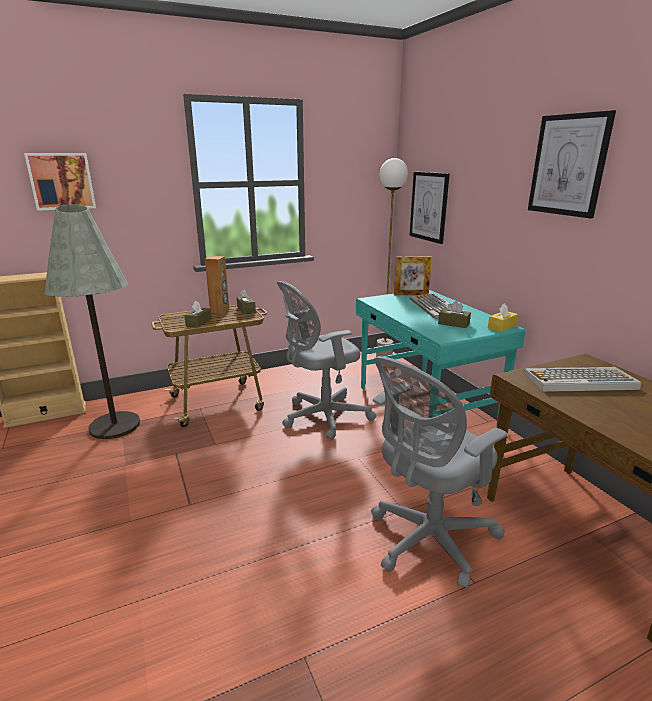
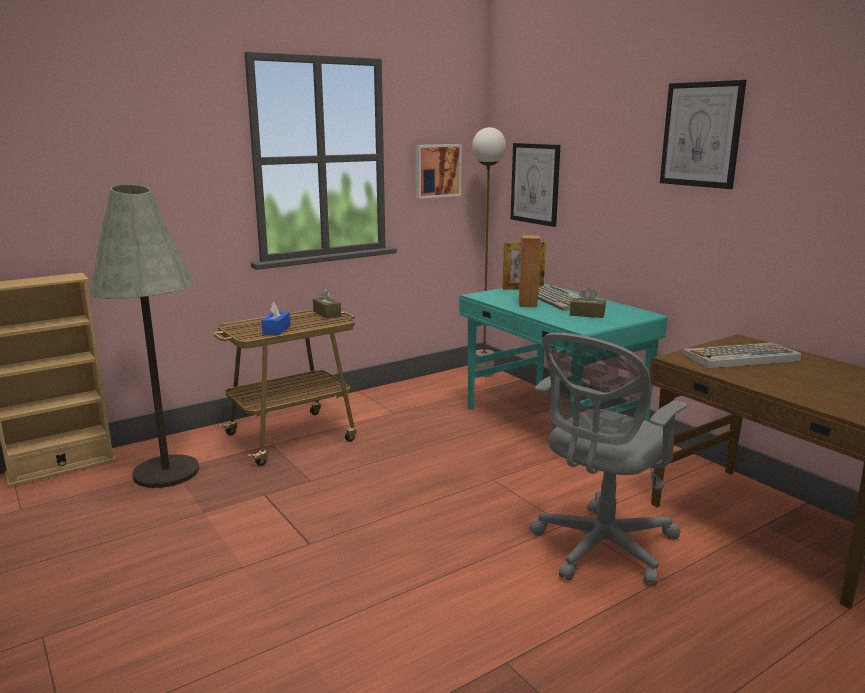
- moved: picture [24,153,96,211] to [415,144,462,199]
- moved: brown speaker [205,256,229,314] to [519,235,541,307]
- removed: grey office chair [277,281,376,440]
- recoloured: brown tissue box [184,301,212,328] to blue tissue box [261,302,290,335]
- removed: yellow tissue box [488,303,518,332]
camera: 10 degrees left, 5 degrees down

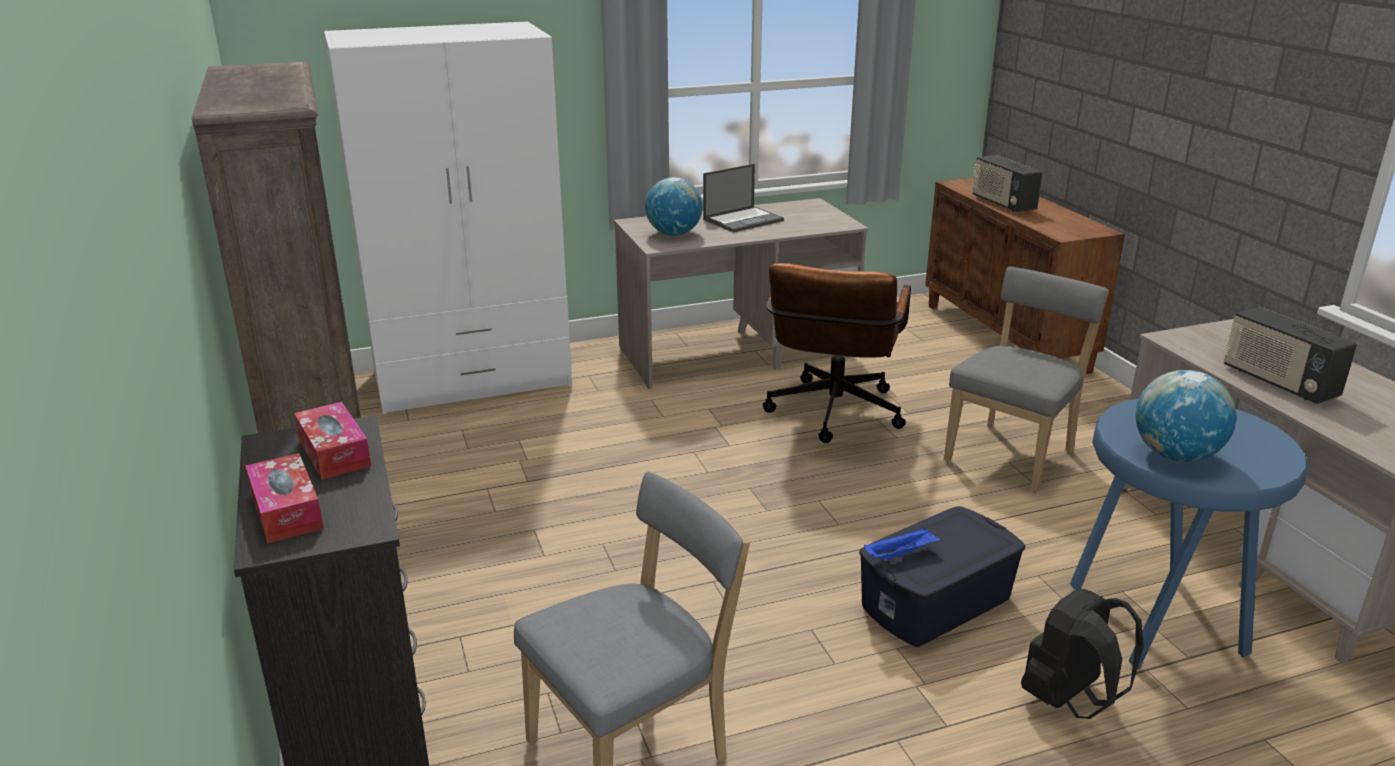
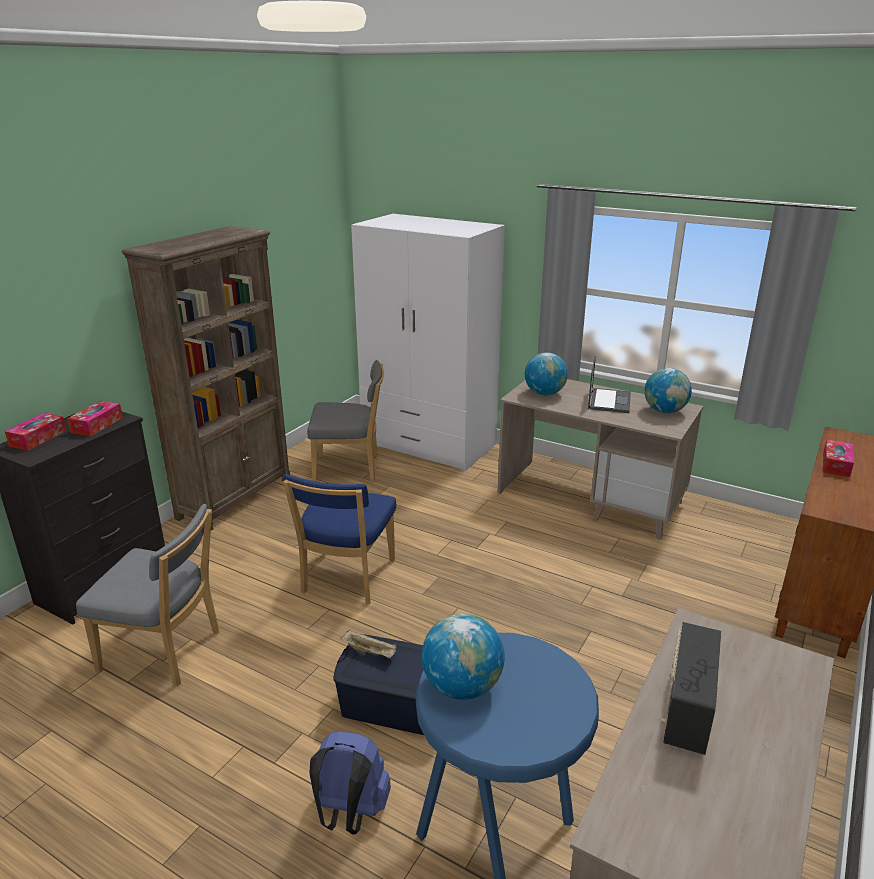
- replaced: radio [972,155,1043,212] to tissue box [823,440,854,477]
- turned: laptop [703,164,784,232] = [588,356,631,413] 90 degrees counterclockwise
- removed: brown office chair [763,263,911,443]
- moved: grey chair [944,267,1109,492] to [307,360,384,482]
- recoloured: blue tray [864,526,941,561] to beige tray [340,630,397,658]
- recoloured: black backpack [1021,589,1144,719] to blue backpack [309,731,391,834]
- added: globe [644,368,692,413]
- added: blue chair [283,474,396,604]
camera: 50 degrees right, 0 degrees up

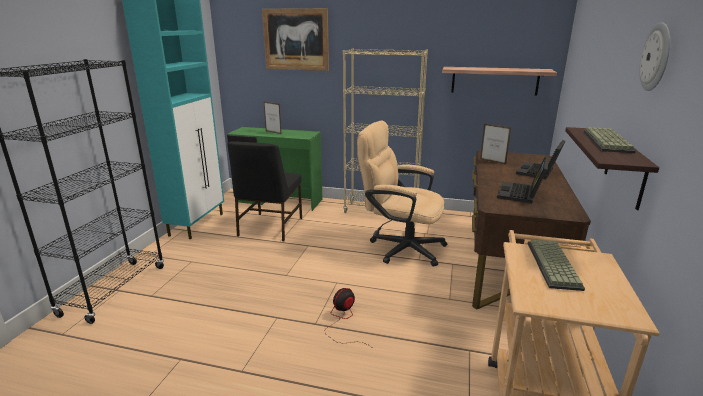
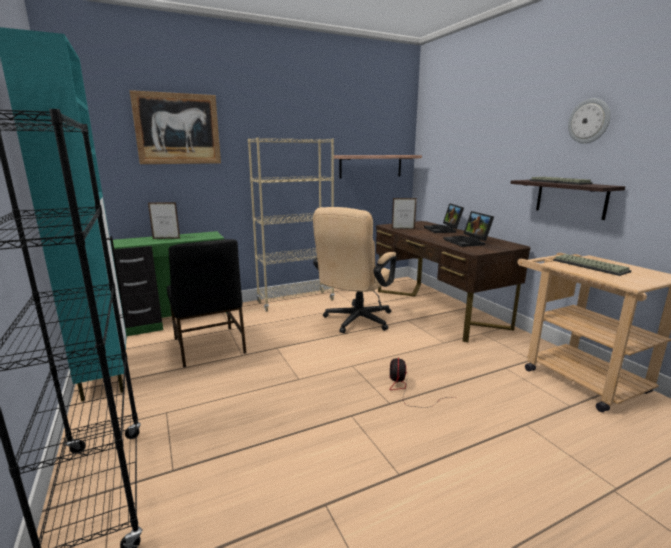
- turned: beige office chair [357,120,448,266] = [313,207,396,333] 45 degrees counterclockwise
camera: 40 degrees left, 5 degrees down

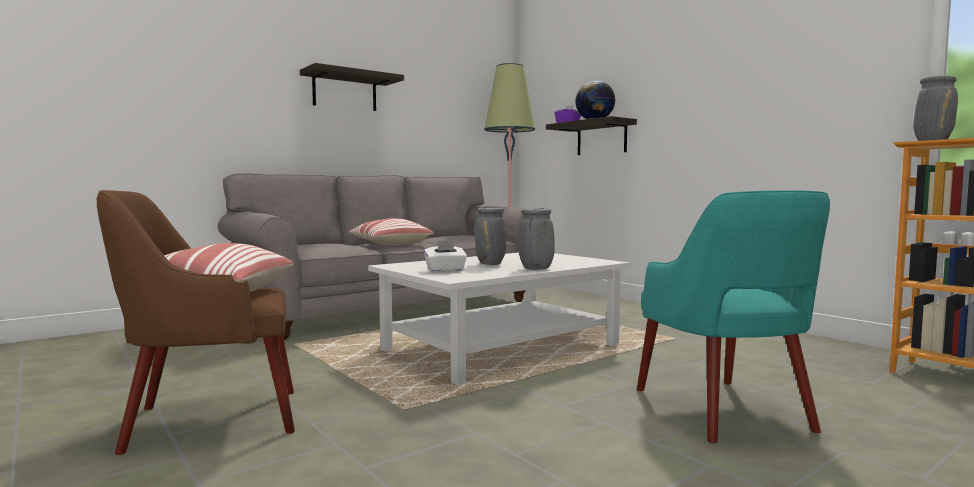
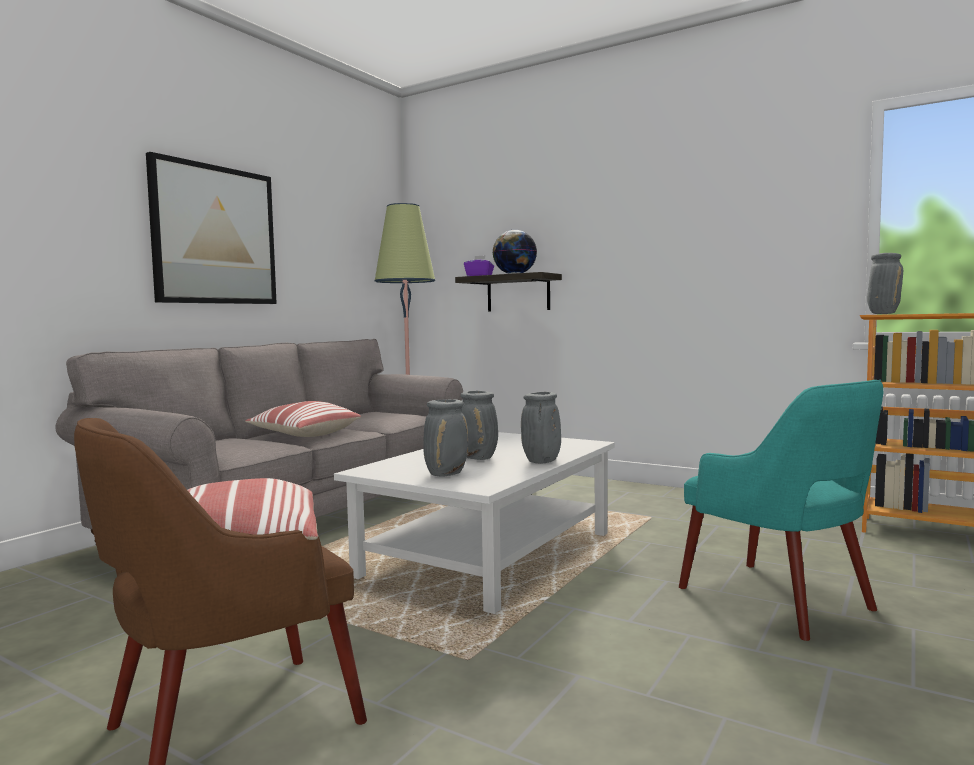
- replaced: shelf [300,63,404,111] to picture [146,152,277,304]
- replaced: white tissue box [424,240,467,272] to grey vase [423,399,468,477]
camera: 20 degrees left, 0 degrees up

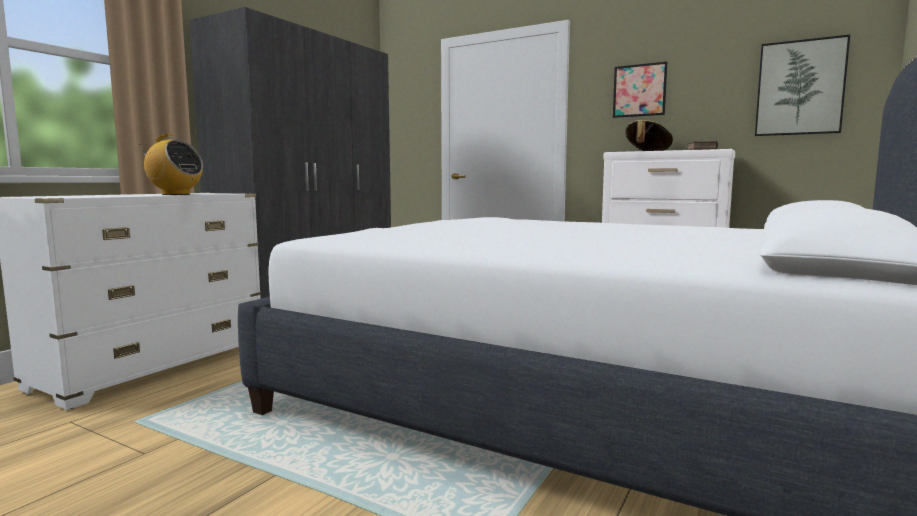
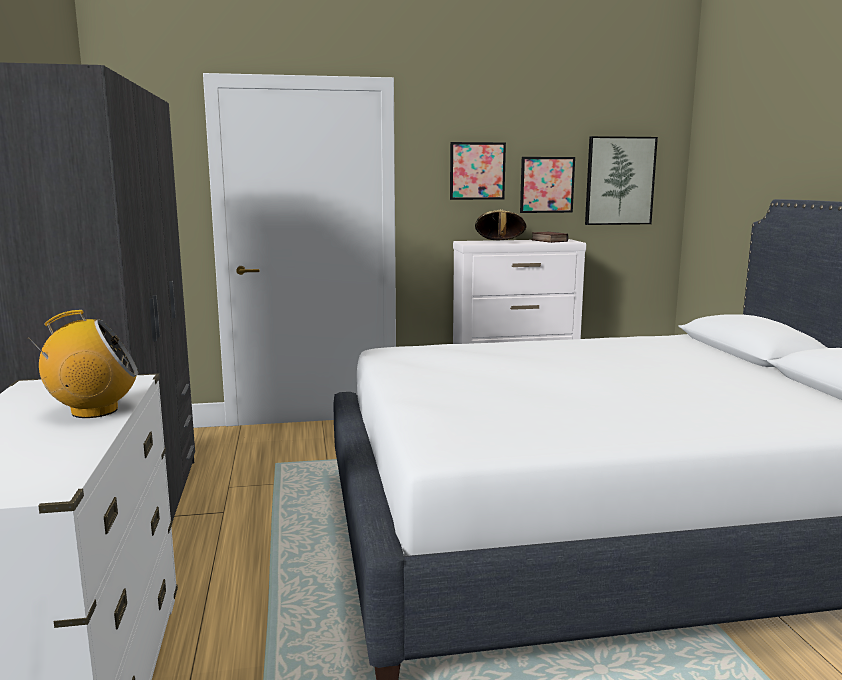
- added: picture [520,157,575,213]
camera: 40 degrees left, 5 degrees up

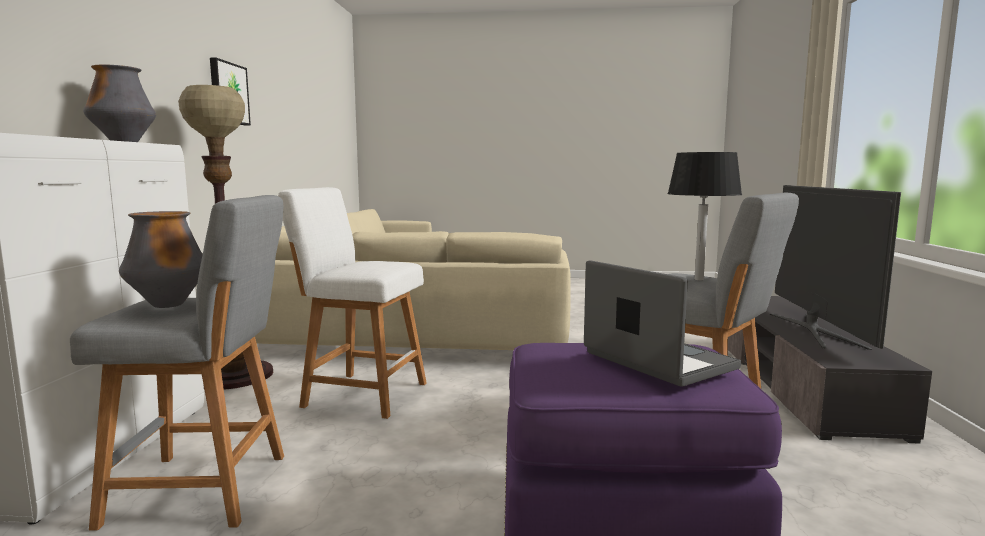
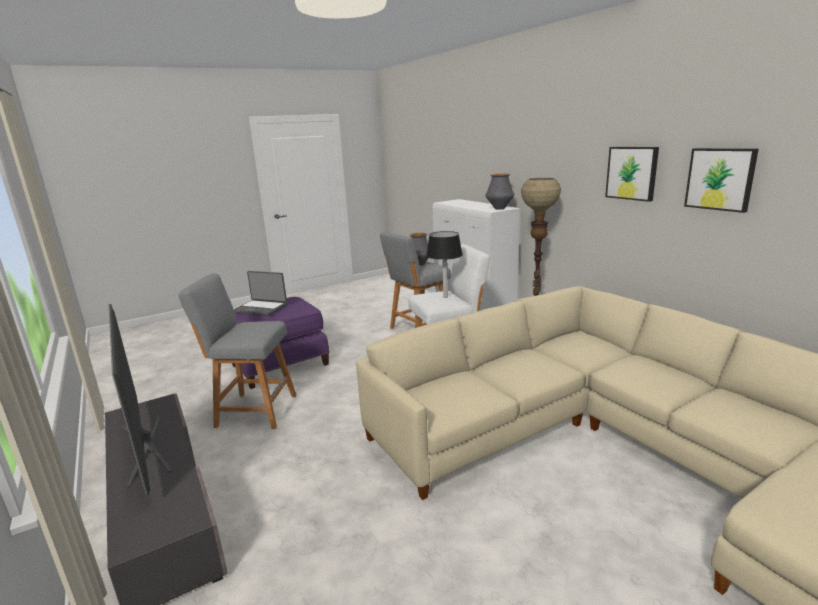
- moved: black table lamp [668,152,742,280] to [426,231,463,298]
- added: picture [684,148,759,213]
camera: 145 degrees right, 10 degrees up

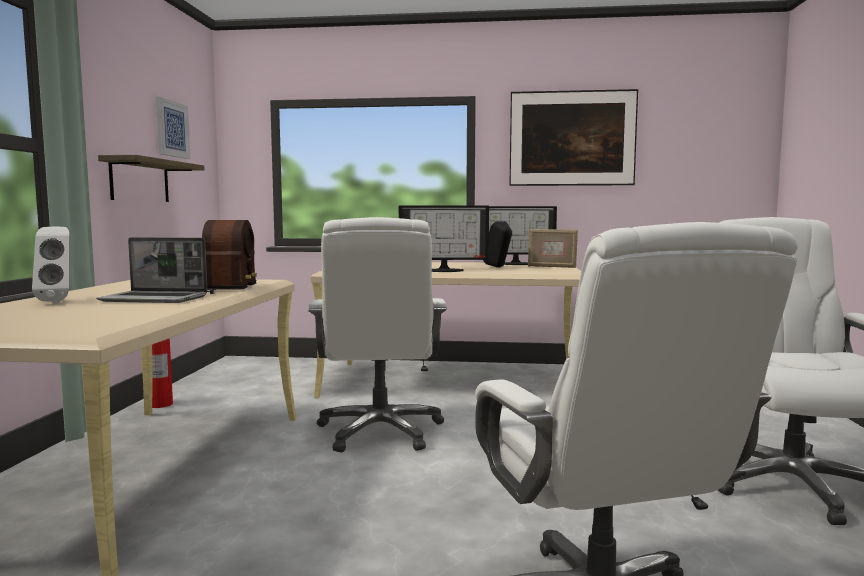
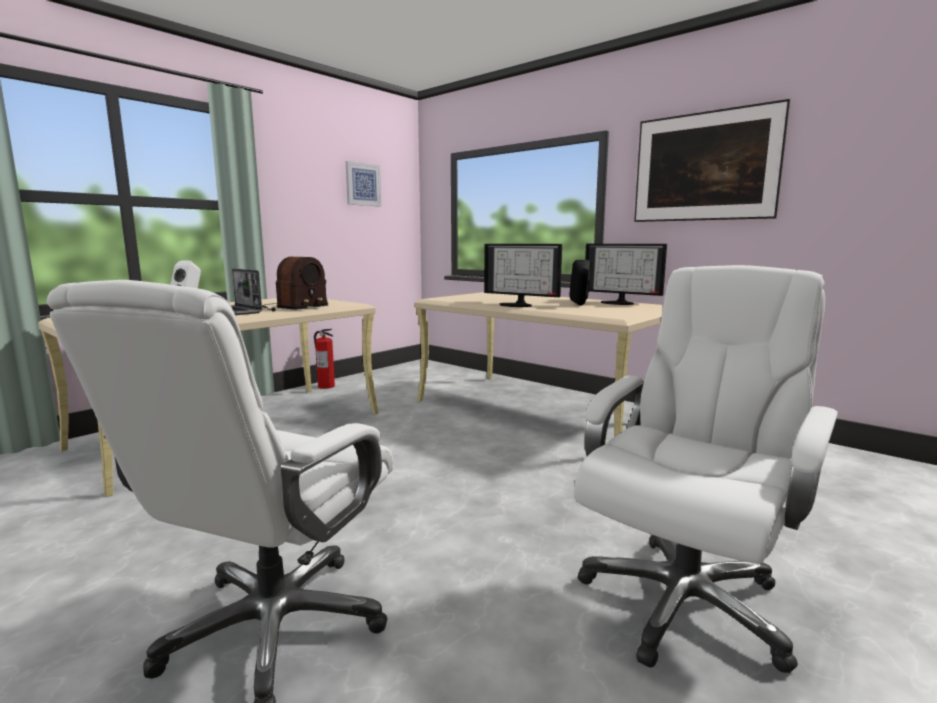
- removed: shelf [98,155,204,202]
- removed: white office chair [308,217,447,453]
- removed: picture frame [528,229,578,268]
camera: 35 degrees right, 5 degrees up

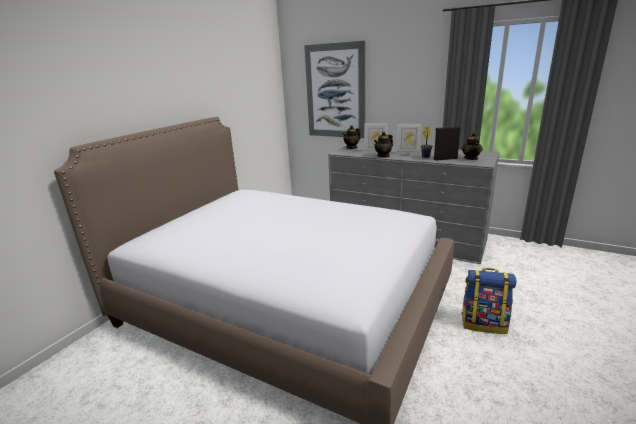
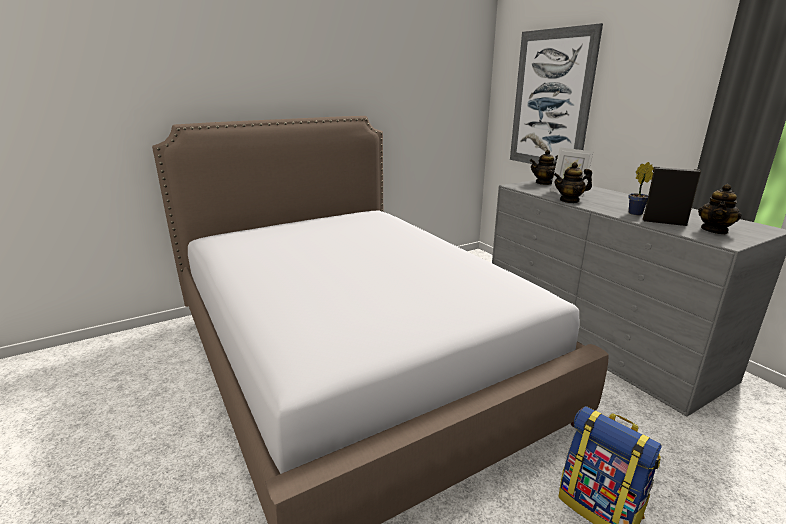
- removed: picture frame [396,123,422,154]
camera: 30 degrees right, 0 degrees up

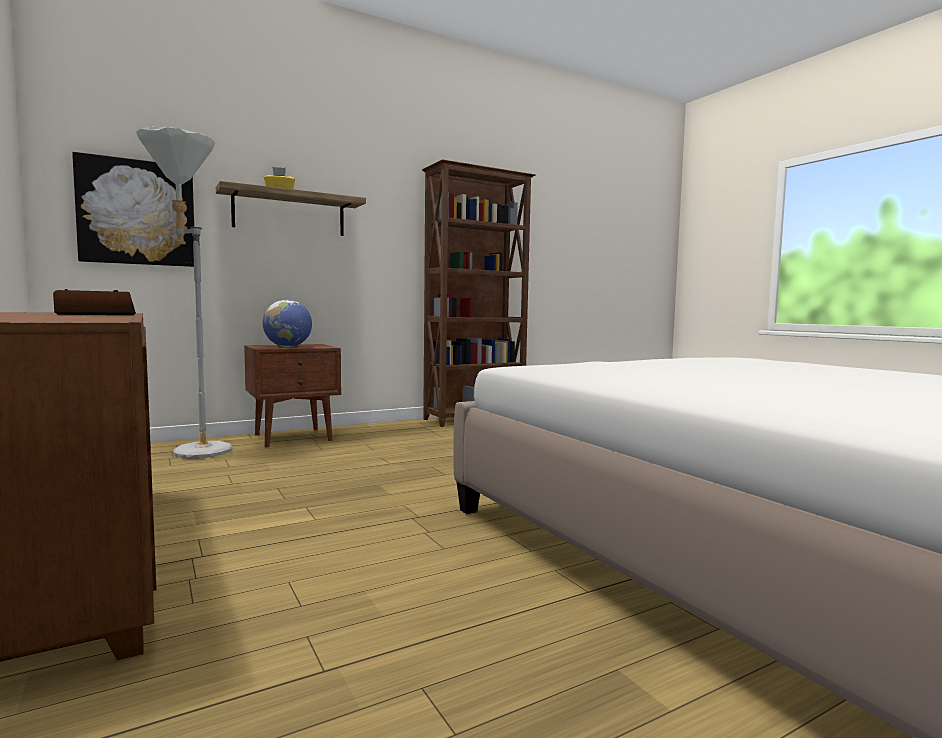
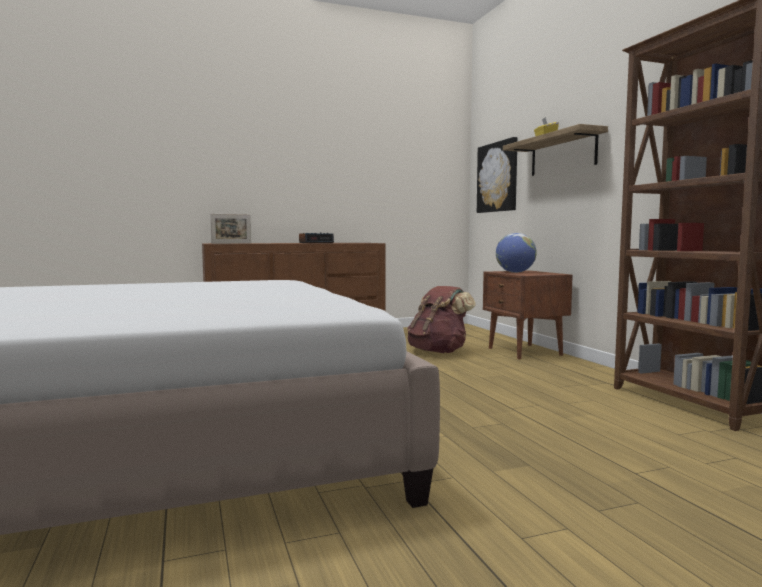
- removed: grey floor lamp [136,127,233,459]
- added: picture frame [210,214,251,244]
- added: brown backpack [407,286,476,353]
camera: 100 degrees right, 0 degrees up

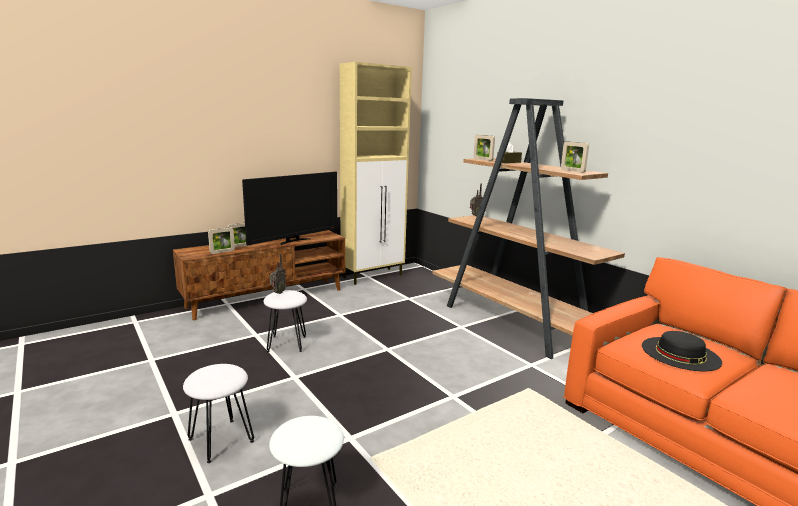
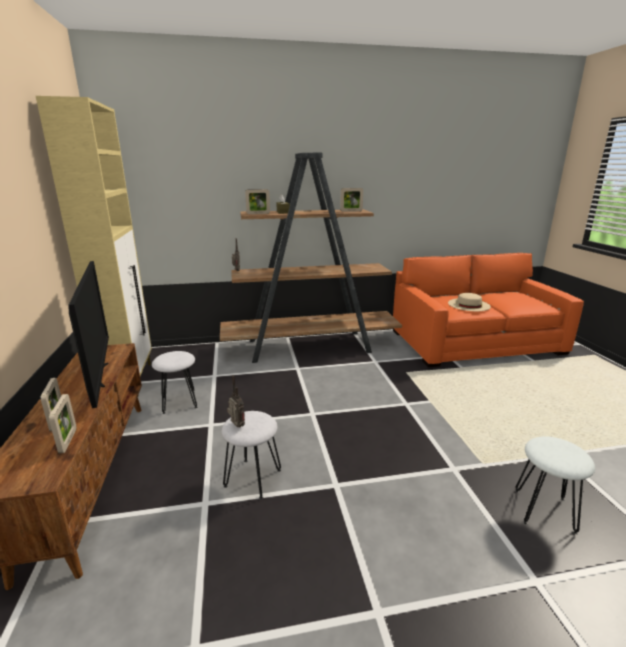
- recoloured: black hat [642,331,722,371] to beige hat [448,293,491,311]
- moved: white stool [183,364,254,463] to [152,351,197,414]
camera: 65 degrees left, 5 degrees up

